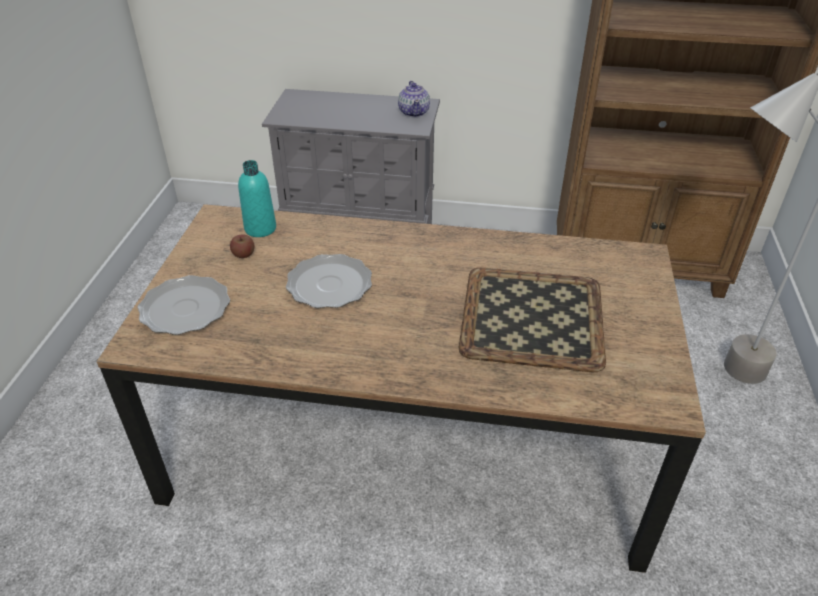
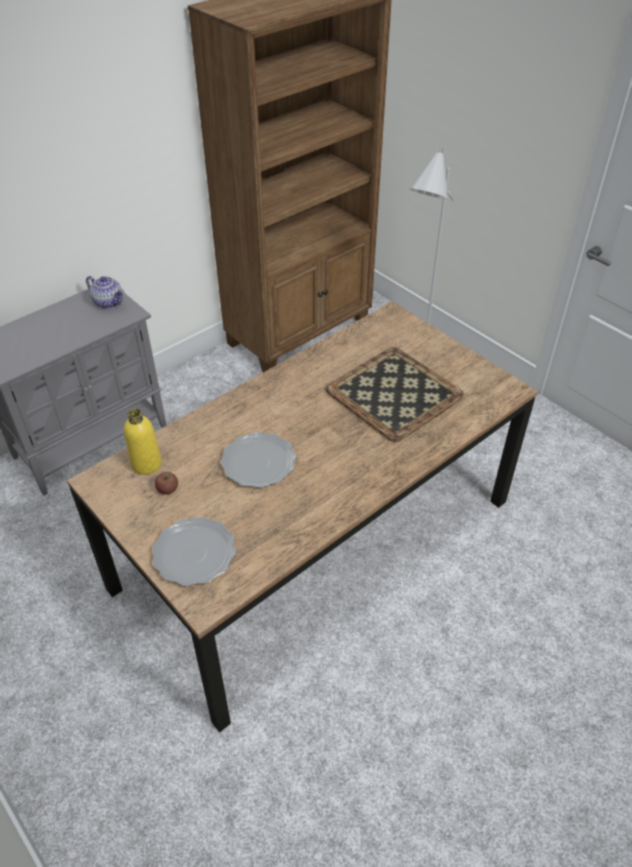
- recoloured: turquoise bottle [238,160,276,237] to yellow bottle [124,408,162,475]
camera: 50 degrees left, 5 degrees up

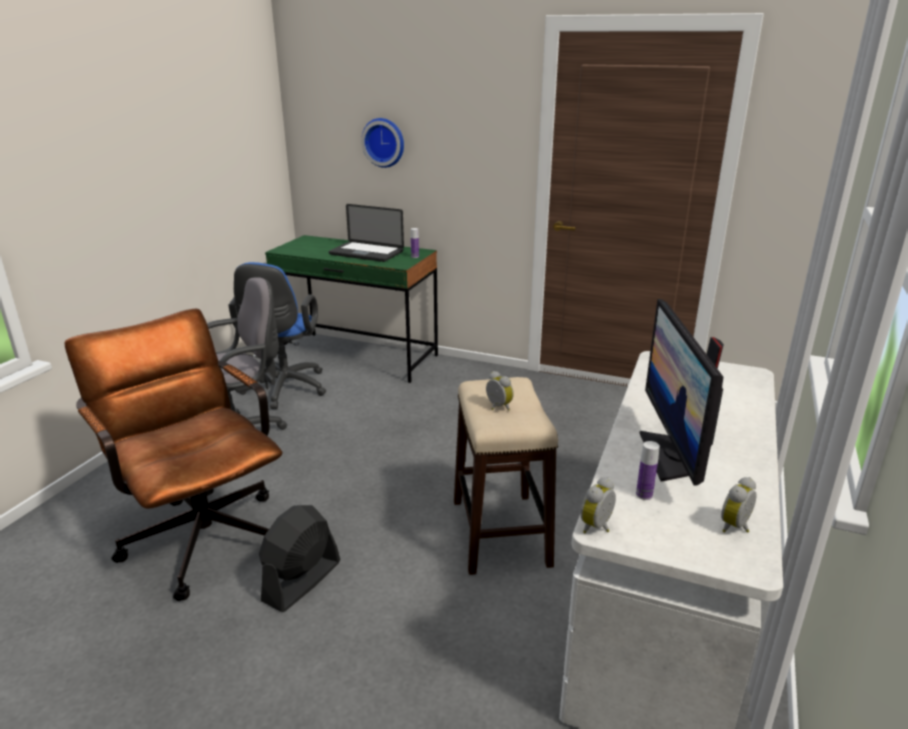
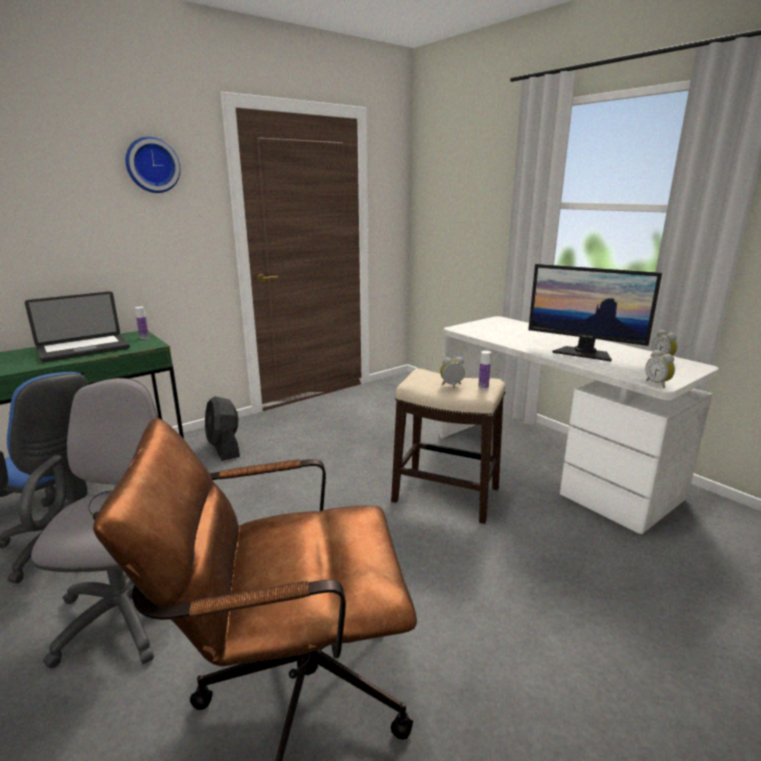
- moved: wall clock [361,118,404,168] to [126,137,180,193]
- moved: bottle [636,441,660,500] to [478,351,491,389]
- moved: black fan [259,505,340,612] to [205,396,240,461]
camera: 60 degrees left, 5 degrees down

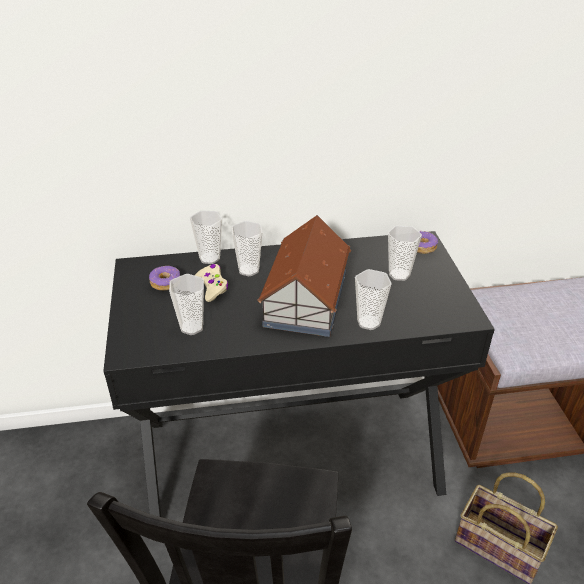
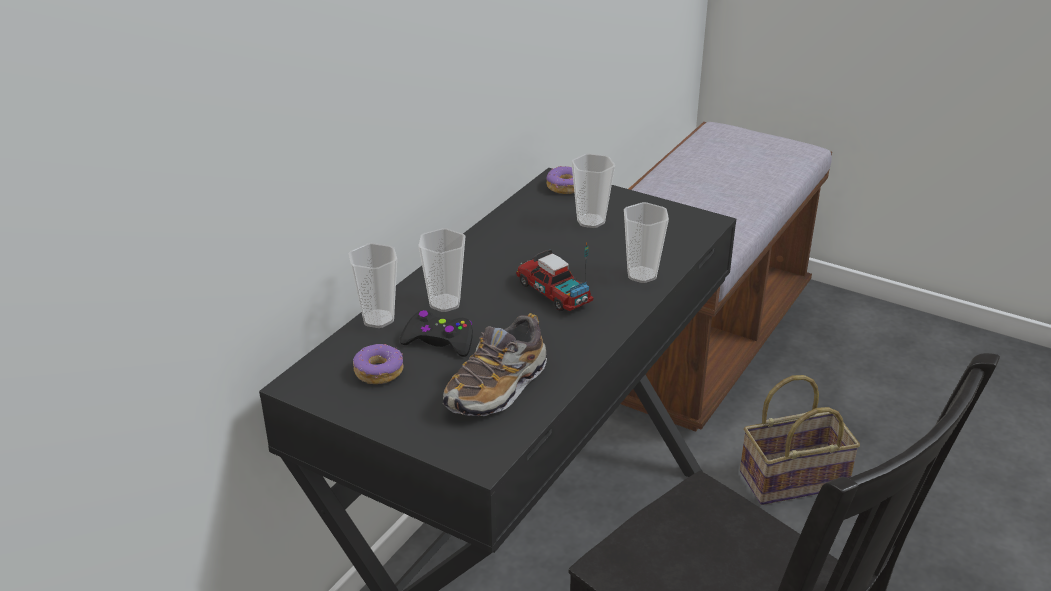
- replaced: toy house [257,215,351,337] to toy truck [516,242,593,311]
- recoloured: beige game controller [195,264,228,302] to black game controller [400,310,473,357]
- replaced: cup [169,274,204,335] to shoe [443,313,547,416]
camera: 50 degrees left, 5 degrees down

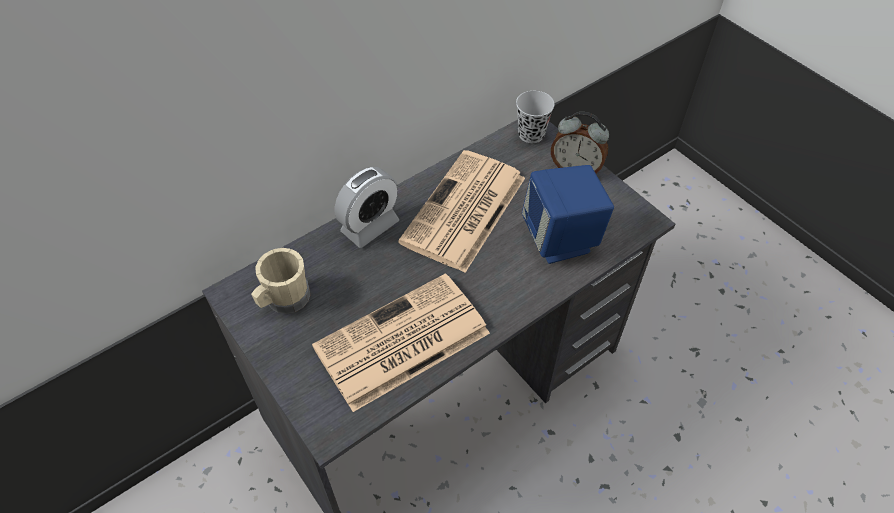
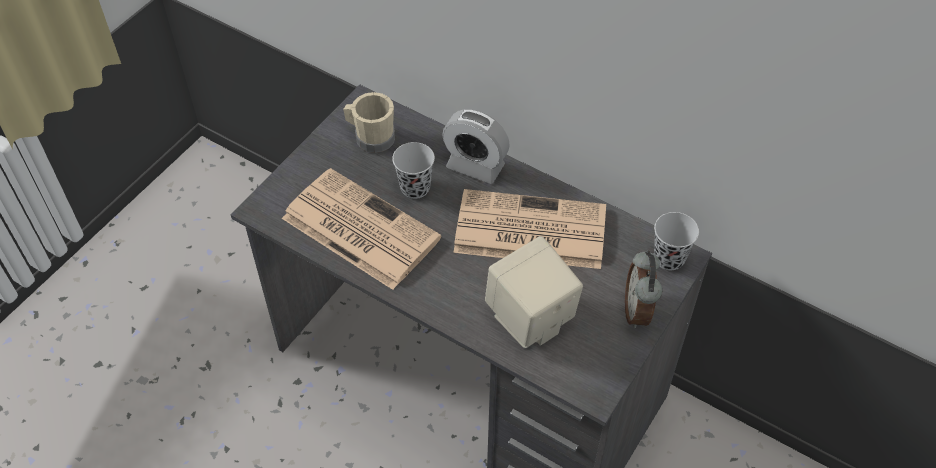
- recoloured: blue speaker [522,165,614,264] to beige speaker [485,236,583,348]
- added: black cup [392,142,435,199]
camera: 70 degrees right, 0 degrees up

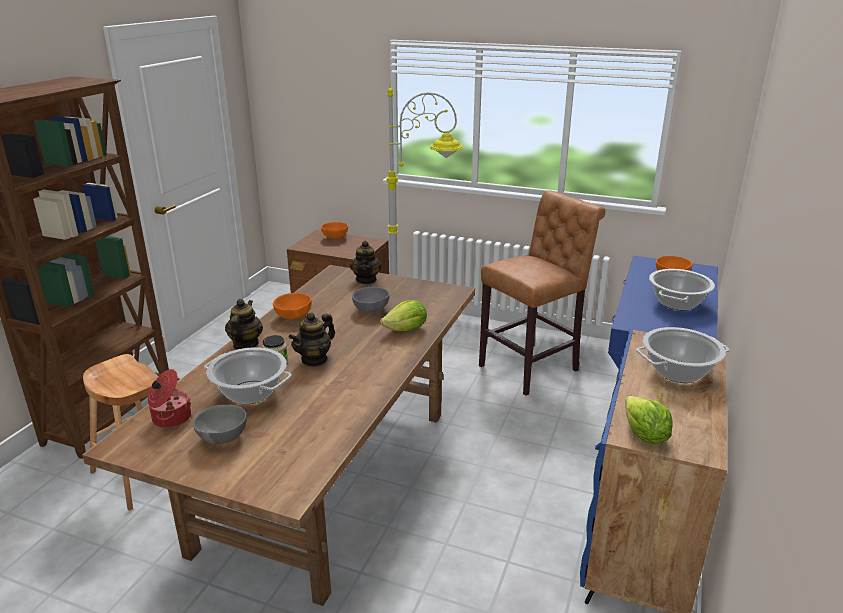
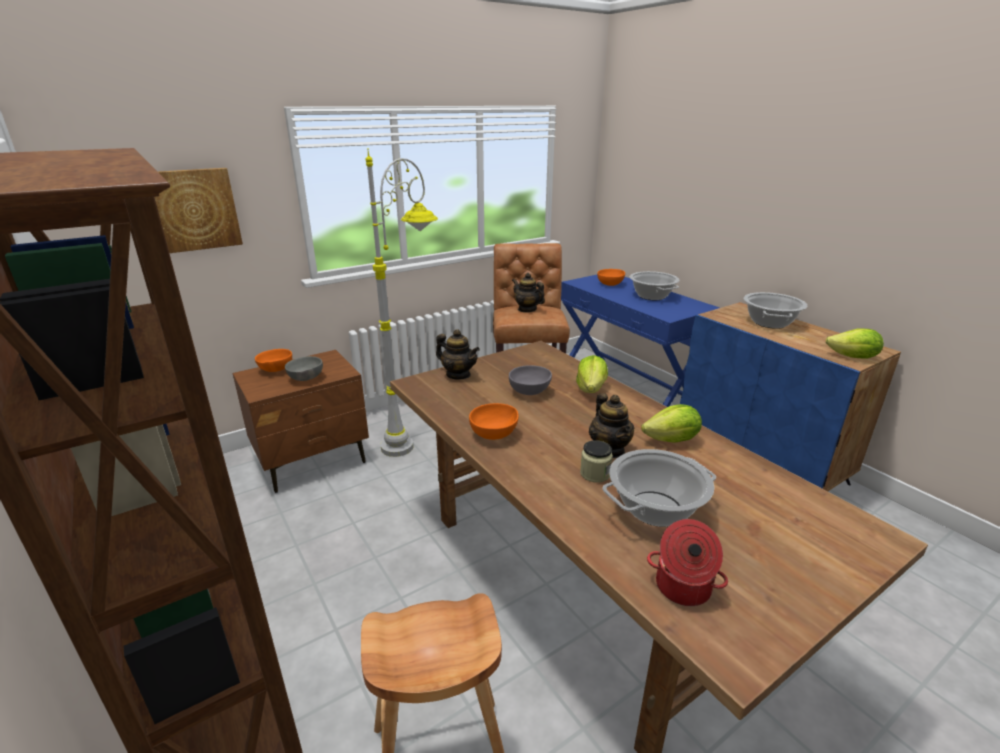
- moved: teapot [225,299,263,350] to [512,273,545,313]
- moved: grey bowl [193,405,247,444] to [285,356,323,381]
- added: picture [155,168,243,253]
- added: lettuce [641,404,702,443]
camera: 55 degrees left, 0 degrees up

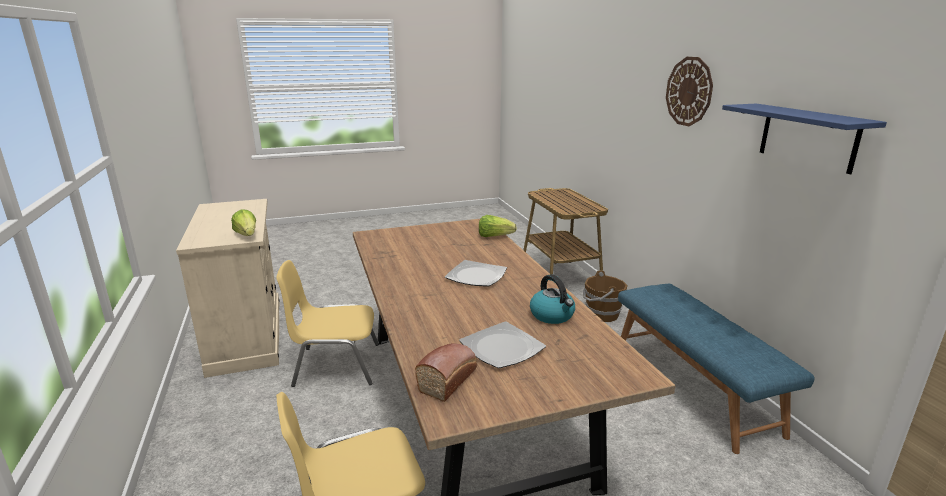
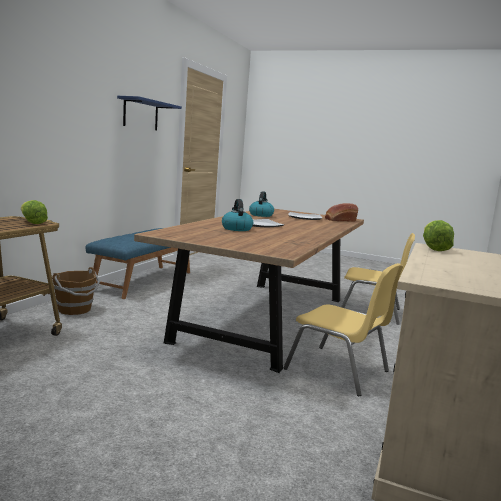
- removed: wall clock [666,57,713,126]
- moved: lettuce [479,215,517,237] to [21,200,48,224]
- added: kettle [222,199,253,231]
camera: 140 degrees left, 10 degrees down

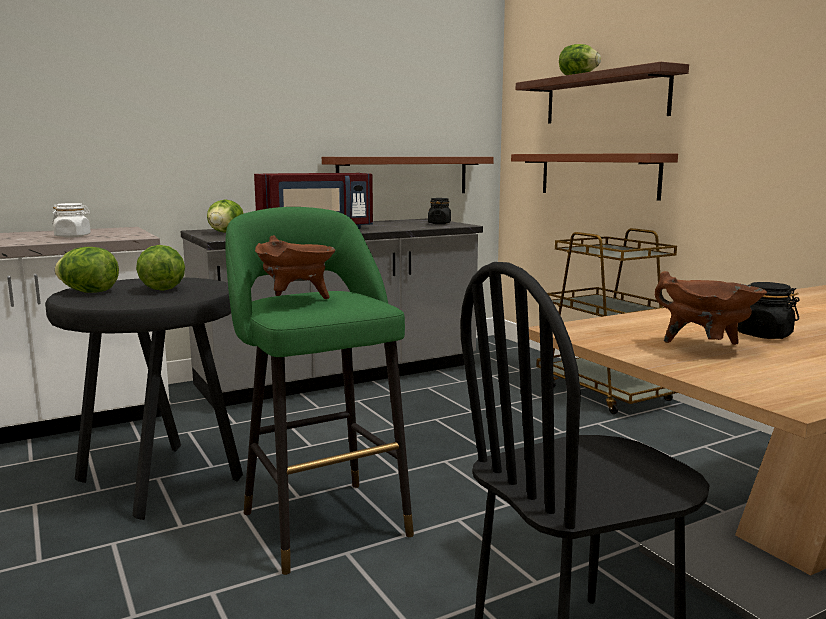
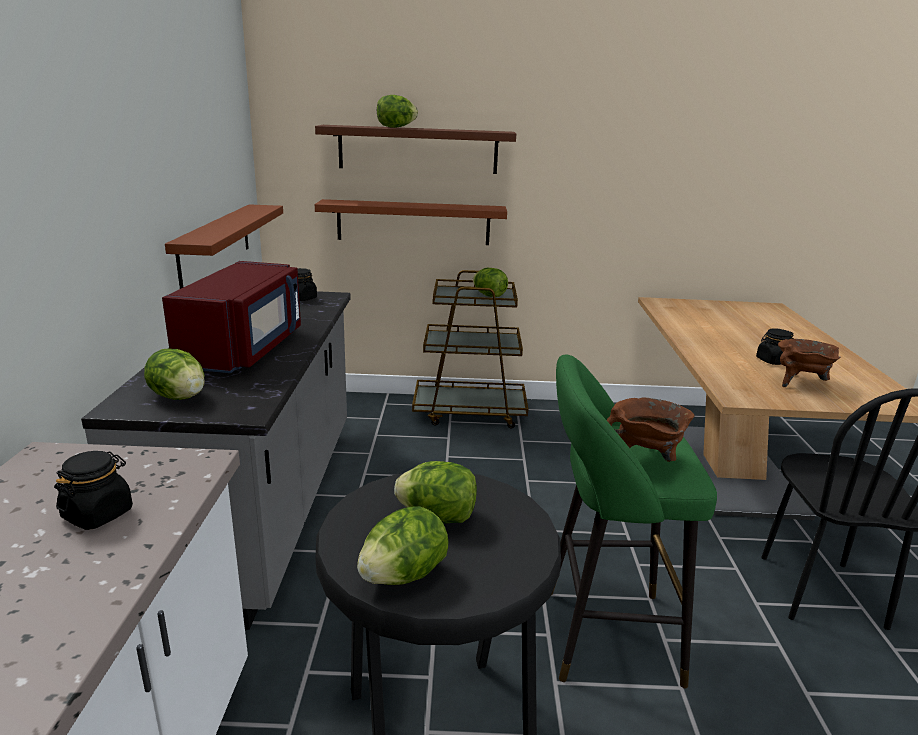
- recoloured: white jar [52,203,91,238] to black jar [54,451,133,530]
- added: lettuce [473,268,508,297]
camera: 60 degrees left, 10 degrees up

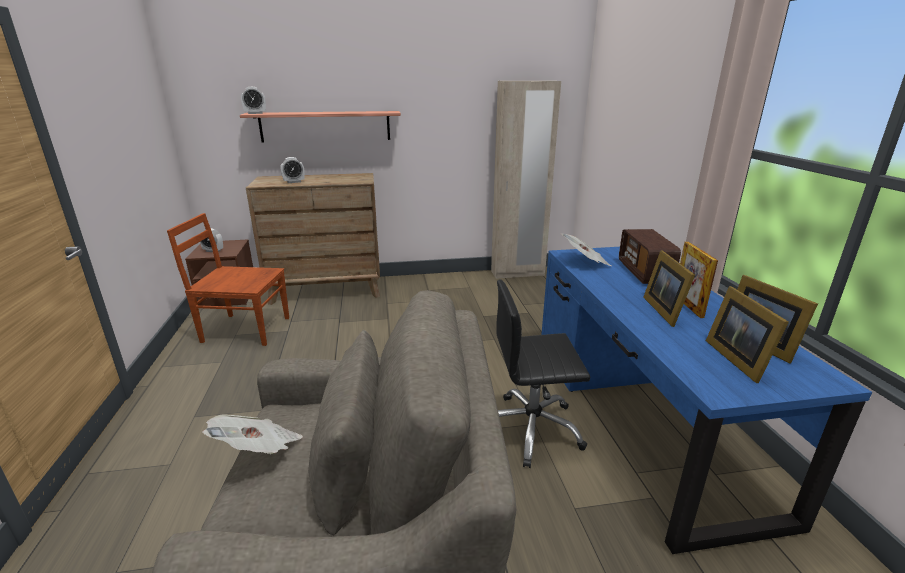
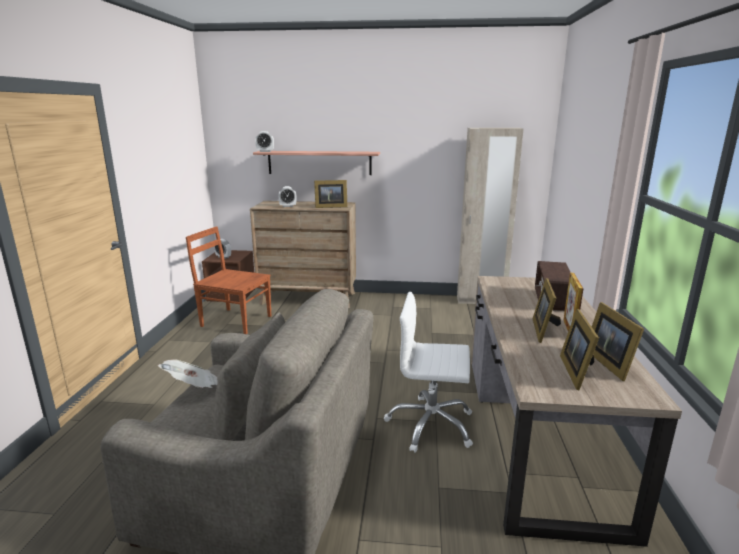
- removed: newspaper [561,233,611,266]
- recoloured: blue desk [541,247,872,554] to brown desk [471,276,682,547]
- recoloured: black office chair [496,279,590,468] to white office chair [384,292,473,453]
- added: picture frame [314,180,347,208]
camera: 15 degrees right, 5 degrees down

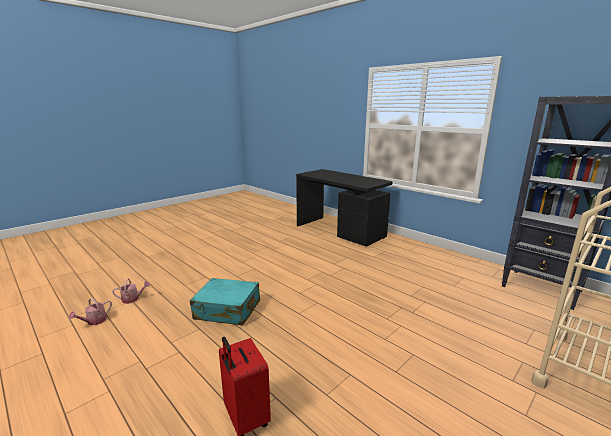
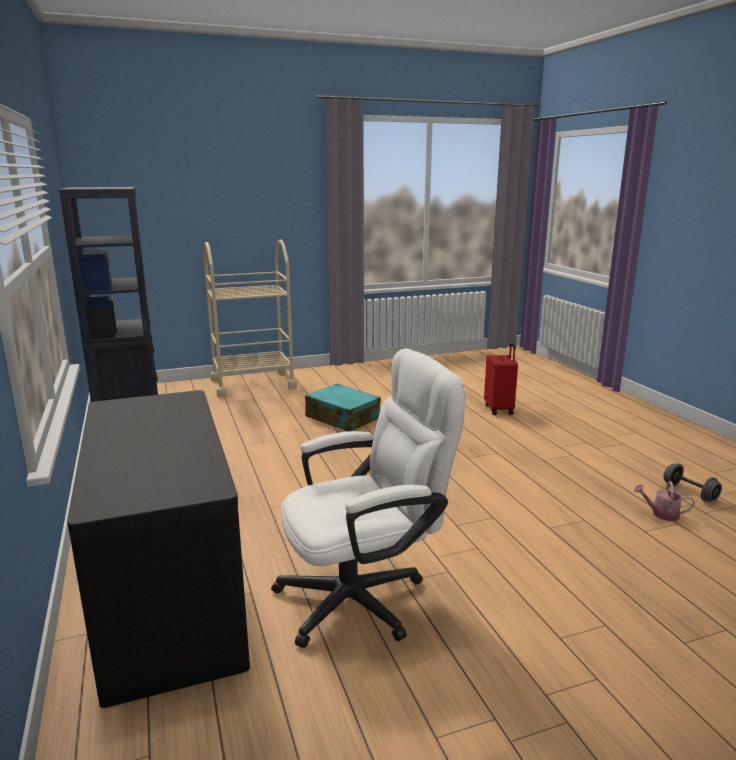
- moved: turquoise suitcase [190,278,260,326] to [305,383,381,431]
- replaced: watering can [68,298,112,325] to grey dumbbell [664,463,722,502]
- added: white office chair [271,348,466,648]
camera: 155 degrees left, 0 degrees up

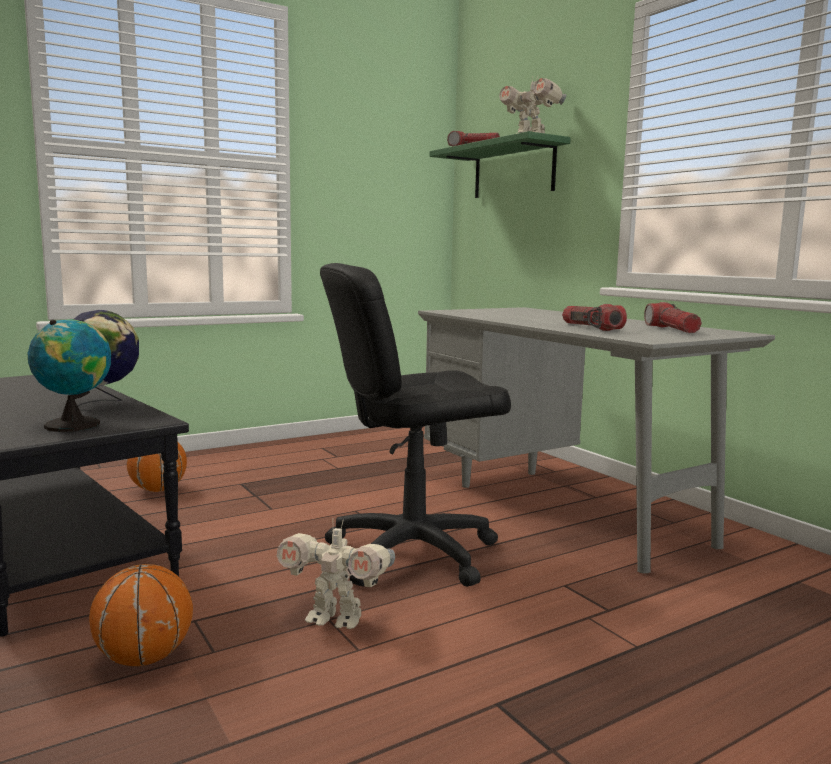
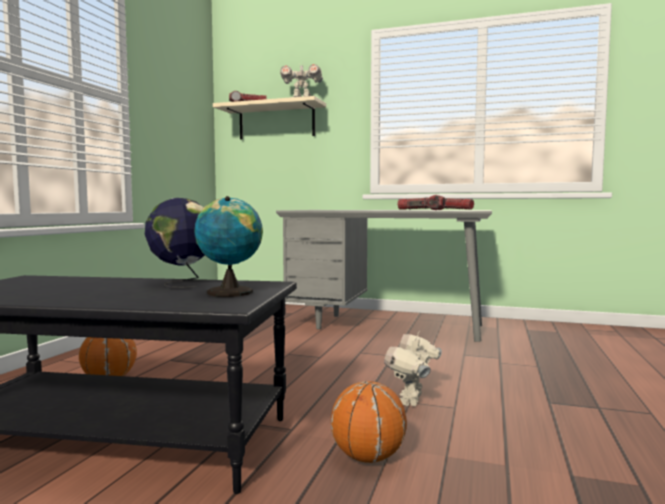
- recoloured: green shelf [430,131,571,198] to beige shelf [213,96,326,139]
- removed: black office chair [320,263,511,587]
- turned: toy robot [277,519,395,629] = [384,331,442,406] 135 degrees clockwise
camera: 40 degrees left, 5 degrees down

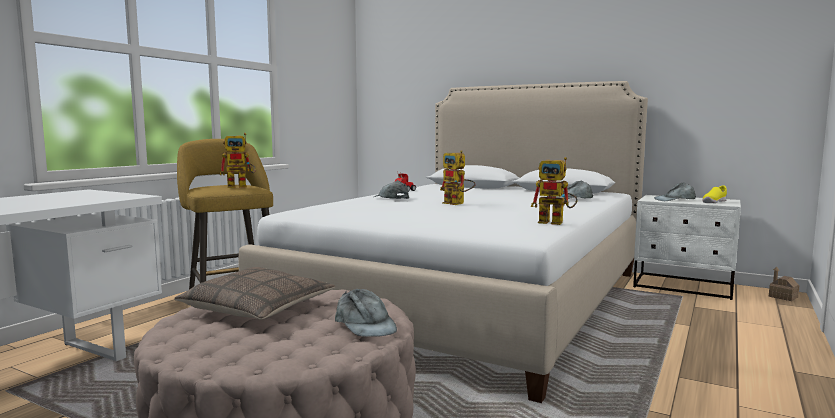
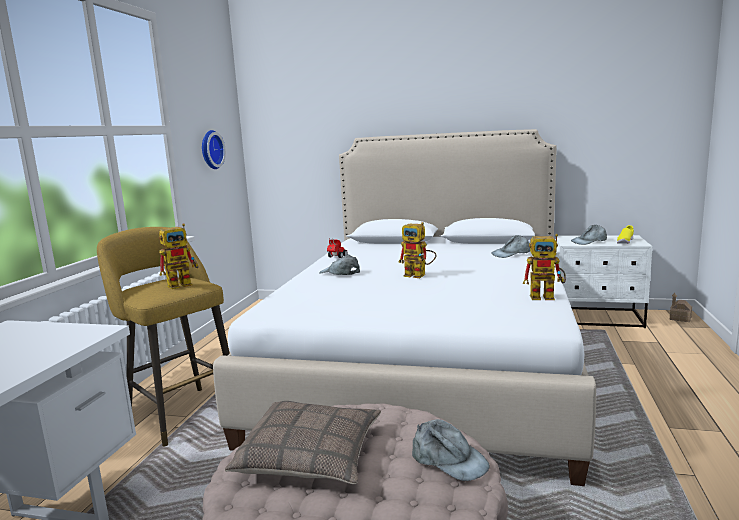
- added: wall clock [202,130,226,169]
camera: 15 degrees left, 5 degrees up

